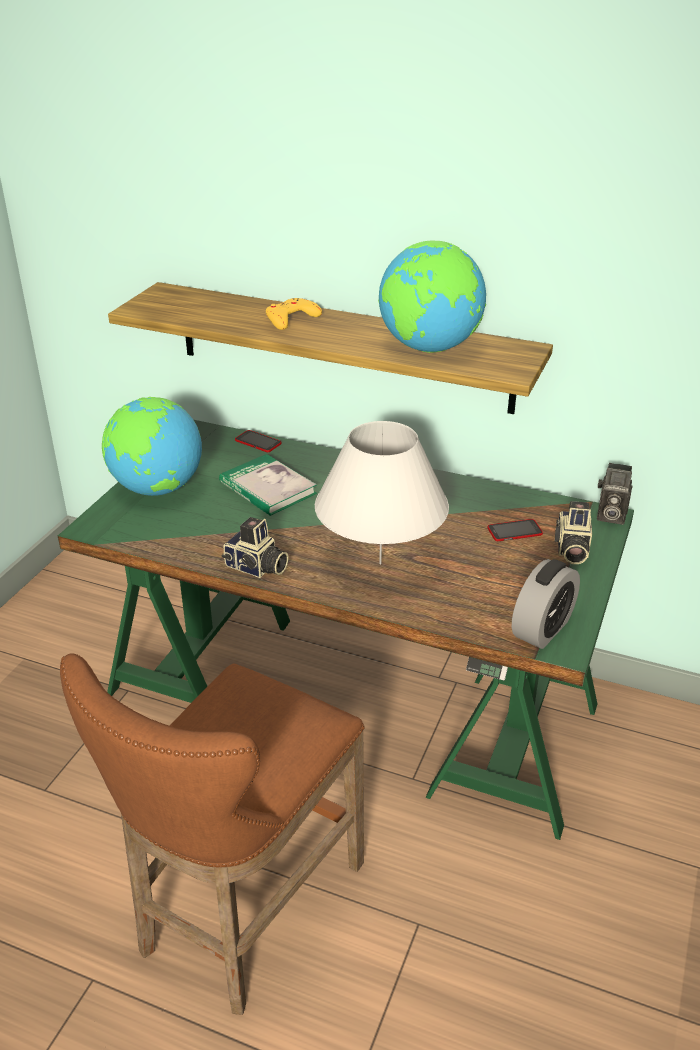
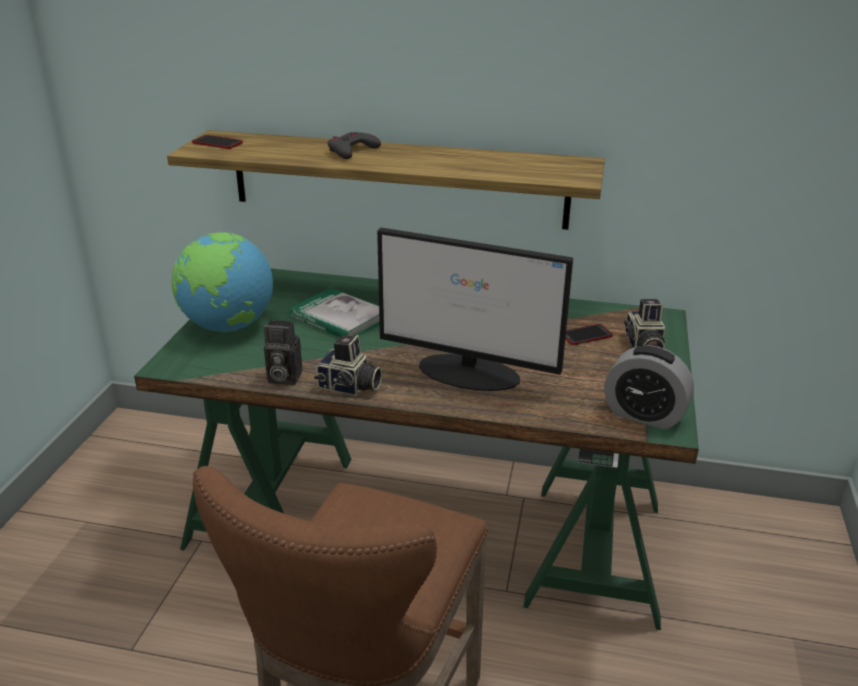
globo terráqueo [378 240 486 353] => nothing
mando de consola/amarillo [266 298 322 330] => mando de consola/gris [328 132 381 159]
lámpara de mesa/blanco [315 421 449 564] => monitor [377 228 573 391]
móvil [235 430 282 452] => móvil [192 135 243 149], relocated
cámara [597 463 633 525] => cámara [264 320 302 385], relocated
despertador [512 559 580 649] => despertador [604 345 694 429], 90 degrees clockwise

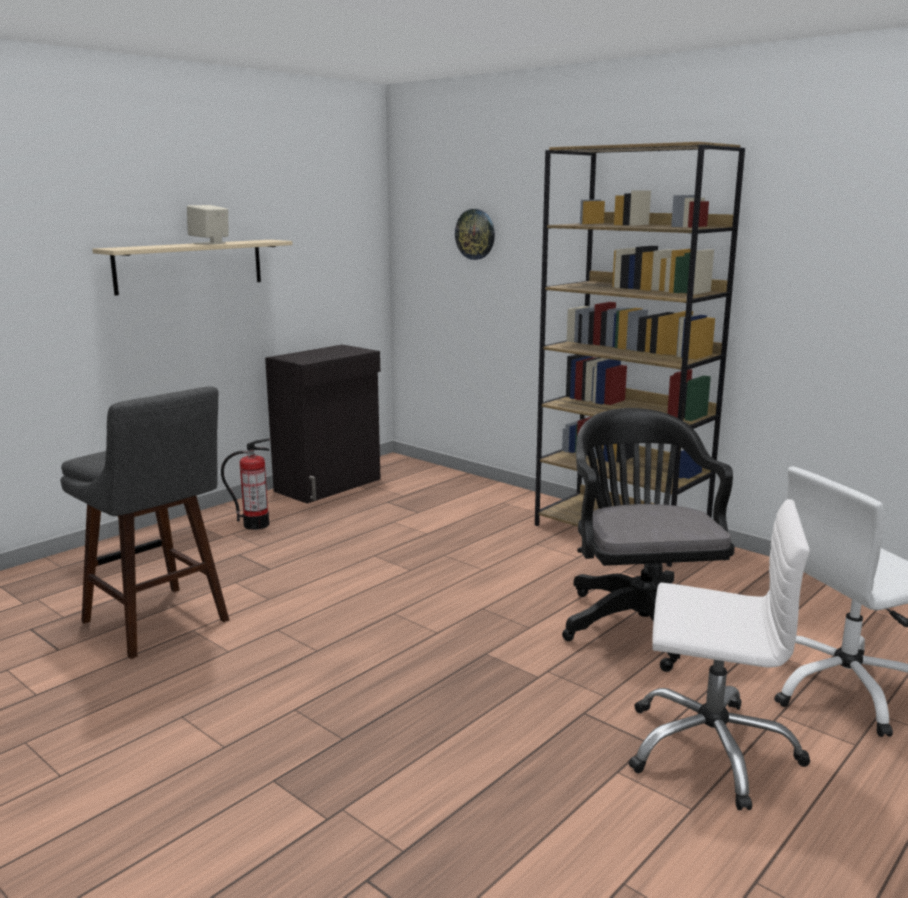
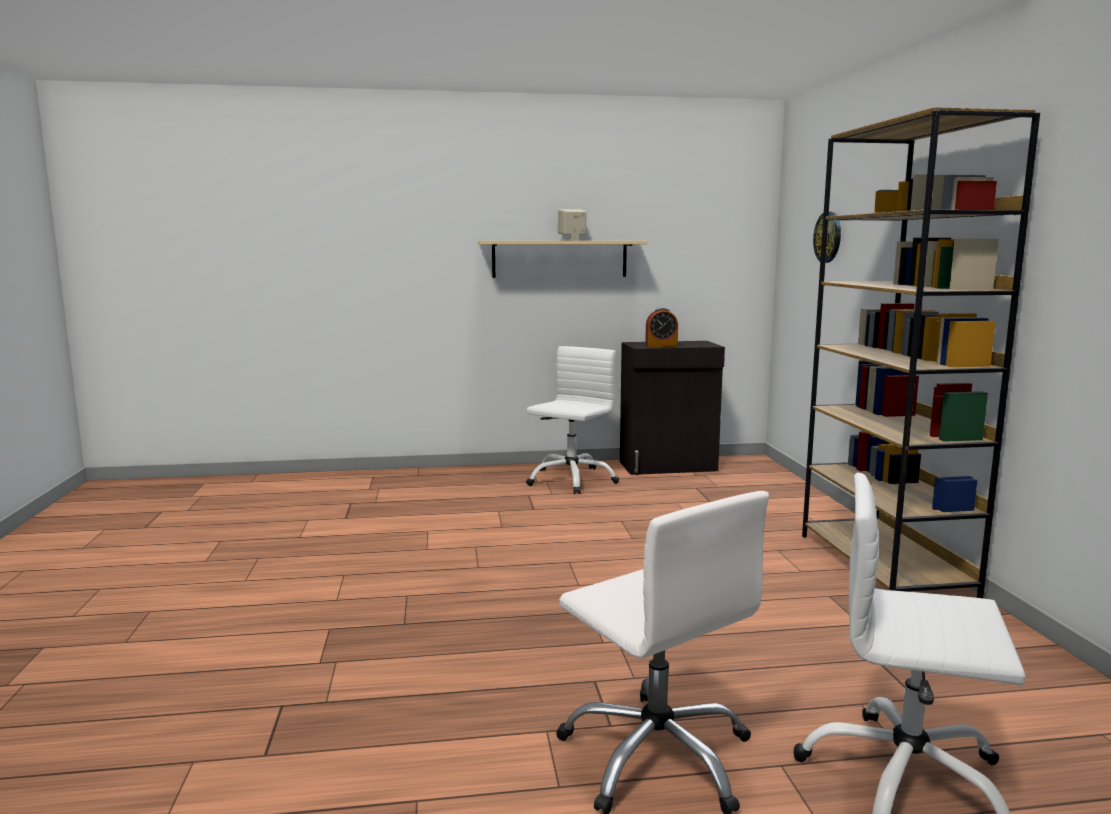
taburete/gris [61 386 229 659] => nothing
silla de oficina/negro [562 408 735 672] => nothing
extintor [221 438 270 530] => silla de oficina/blanco [526 346 620 494]
nothing => despertador [645 308 678 347]

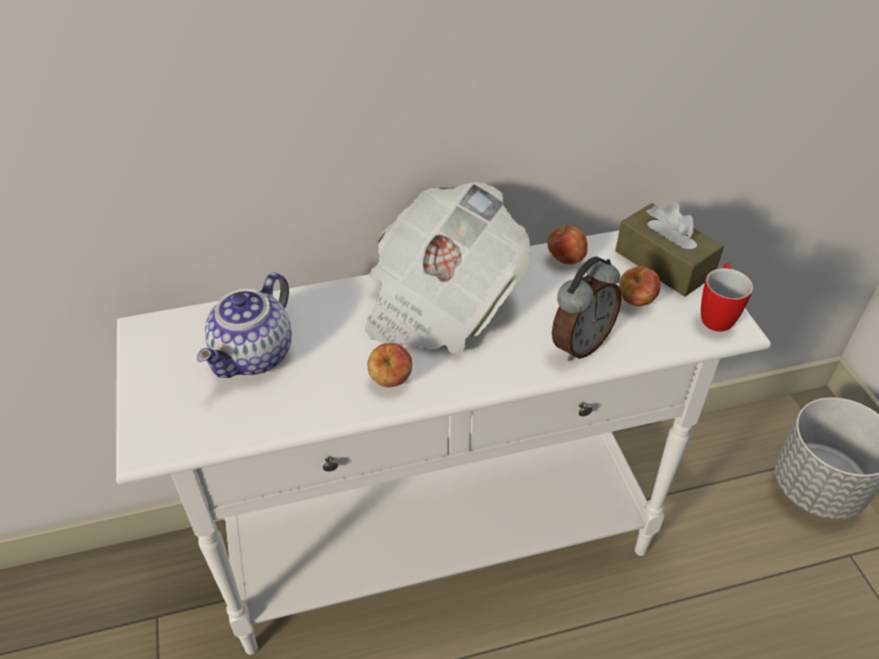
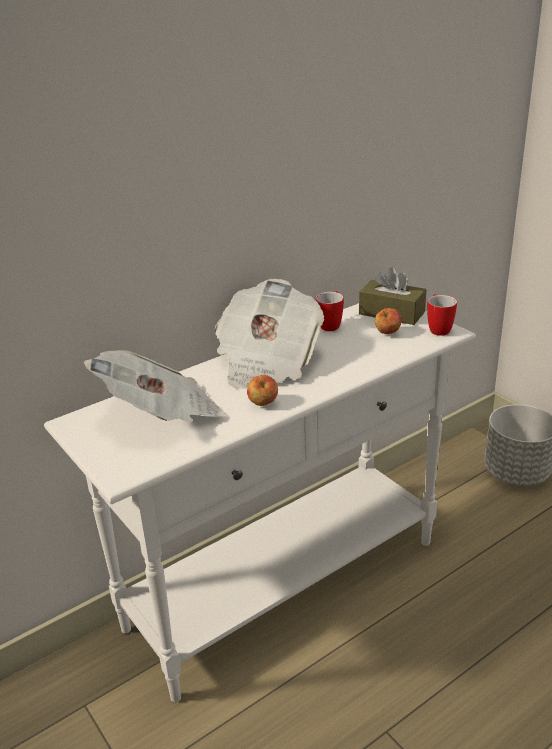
manzana [548 224 588 264] => taza grande [315 291 344 331]
despertador [552 257 621 362] => nothing
tetera [197 272 292 378] => periódico [84 350 227 422]

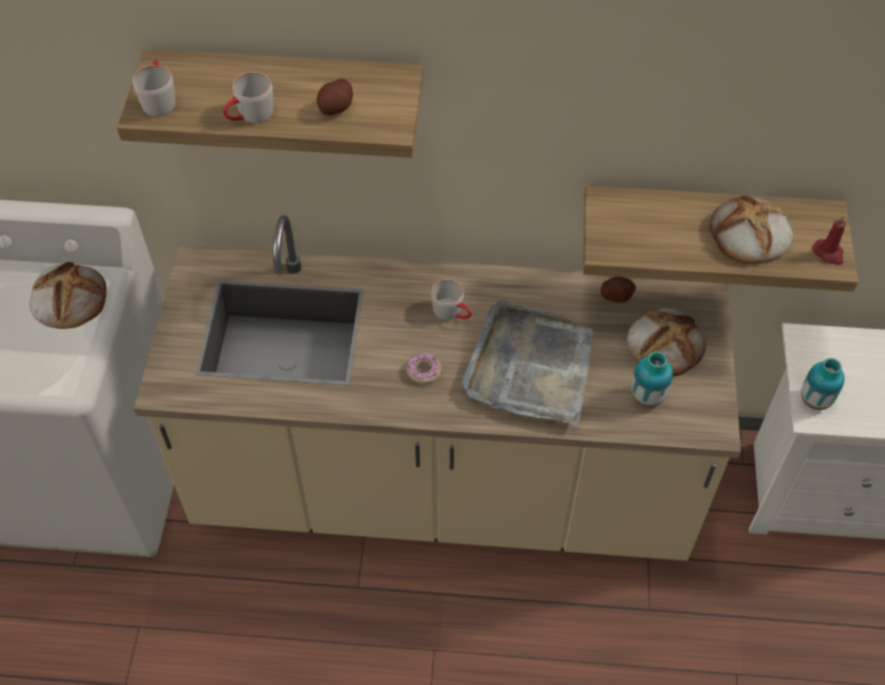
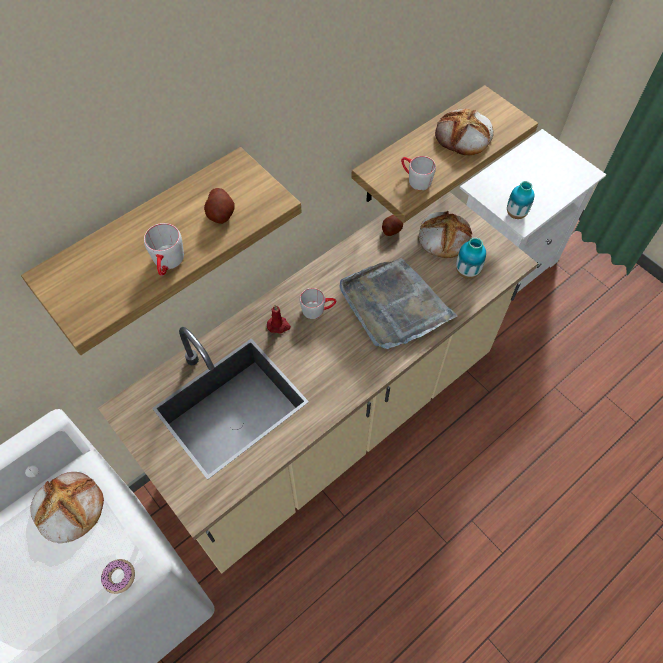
taza grande/gris [133 60 176 116] => taza grande/gris [401 156 436 190], relocated
vela/rojo [813 216 846 265] => vela/rojo [267 305 291 333], relocated
rosquilla [406 353 442 384] => rosquilla [101 559 135 594], relocated

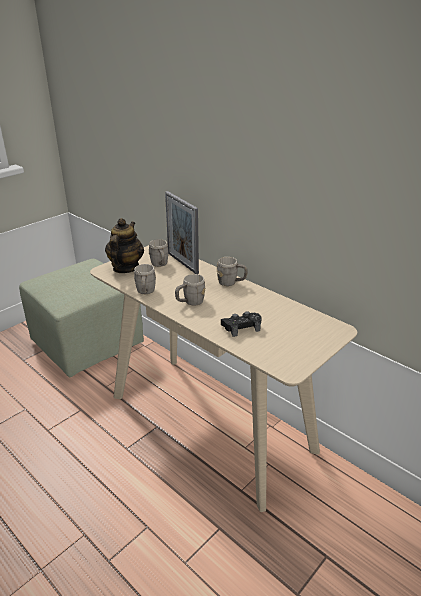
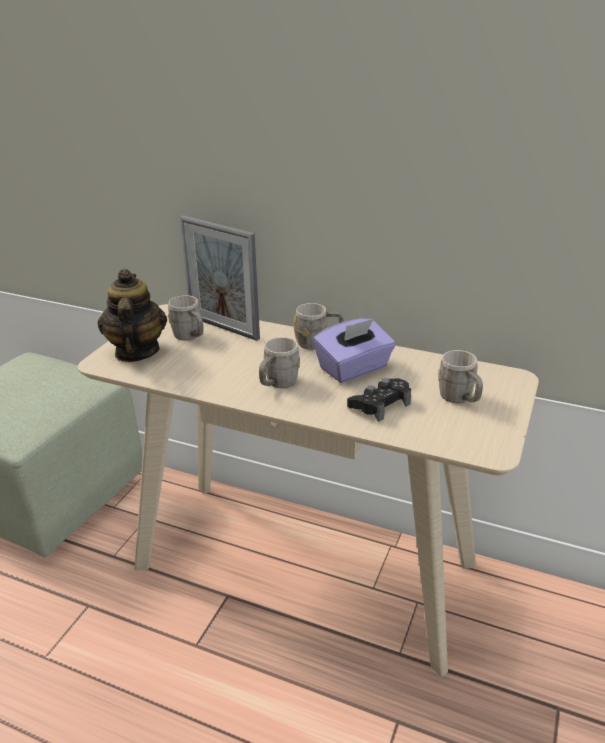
taza grande/gris [134 264 156 294] => taza grande/gris [438 350 483 403], relocated
nothing => caja de pañuelos/morado [313 318 396 383]

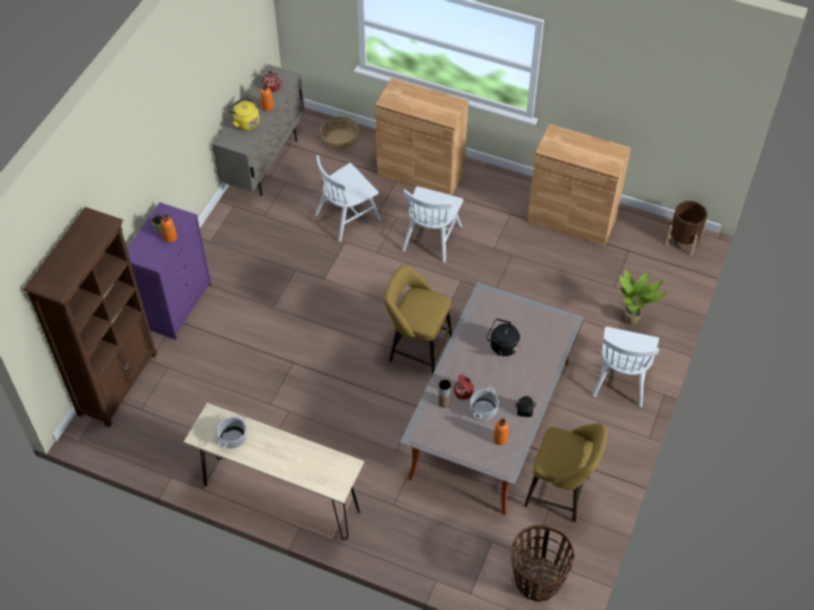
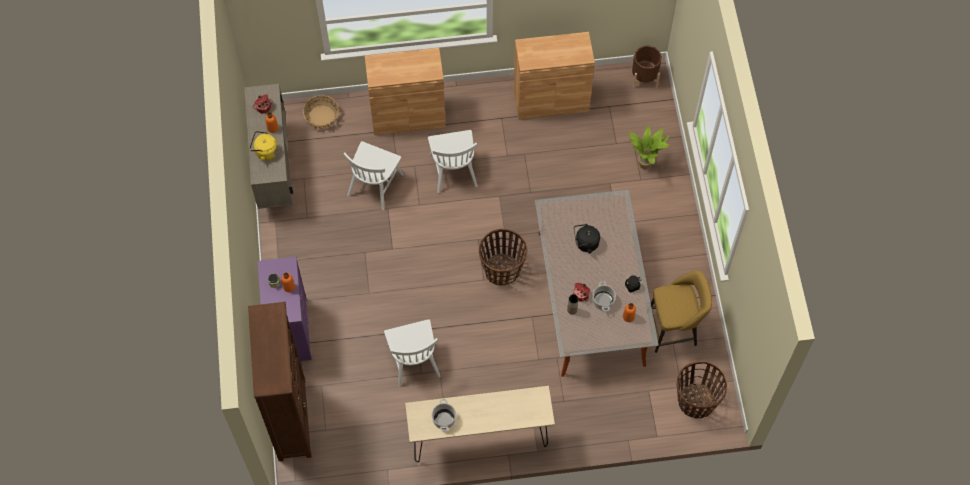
taburete/amarillo [384 265 452 375] => cesta [479 229 528 286]
silla/blanco [592 327 659 407] => silla/blanco [384 319 441 387], relocated

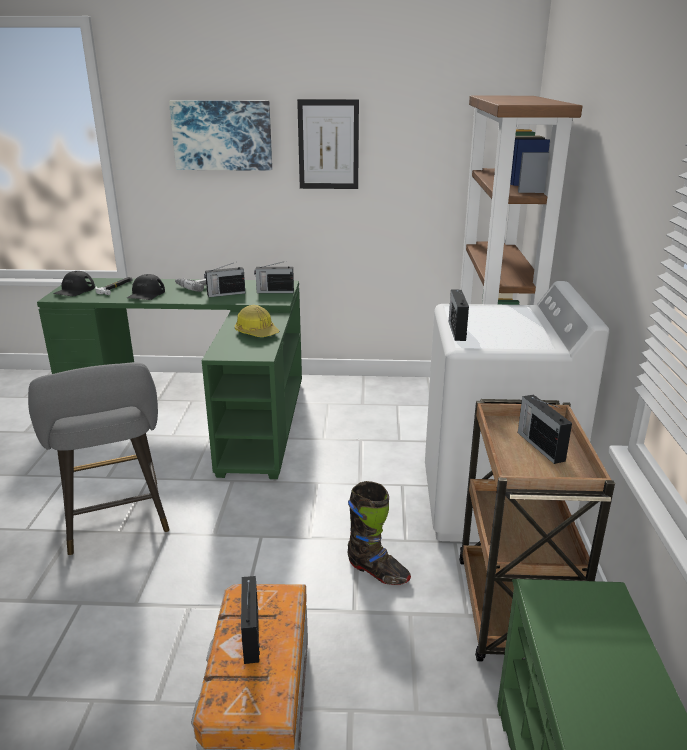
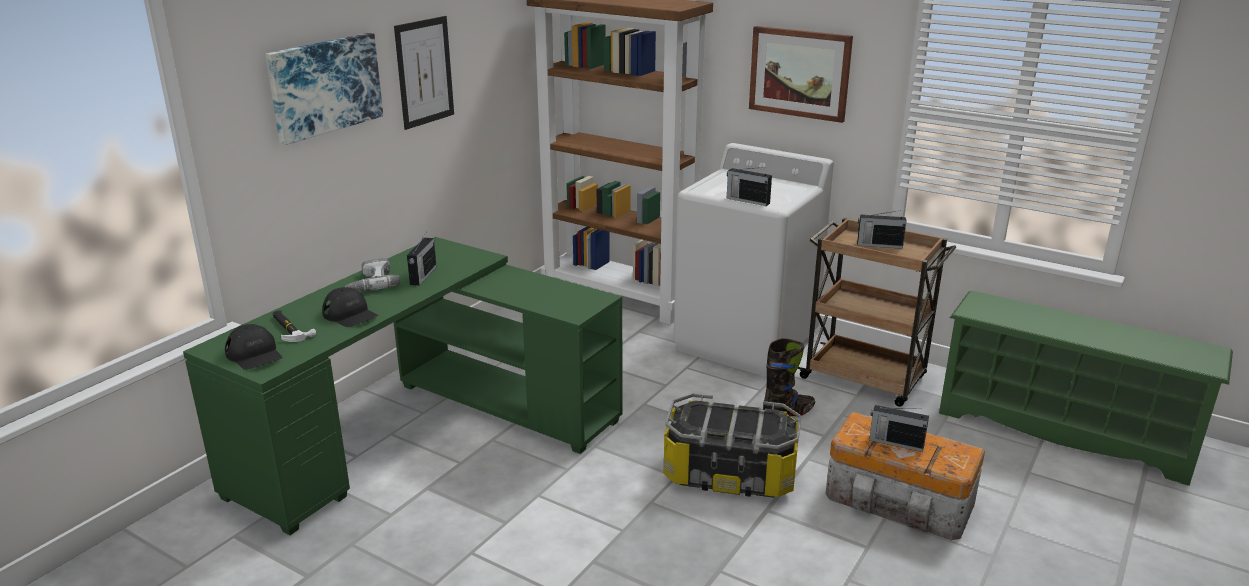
radio [254 262 294 293] => nothing
casco [235 305 279 337] => nothing
taburete/gris [28 362 170 556] => nothing
nothing => cuadro [749 26 853 123]
nothing => caja de almacenaje [664 393 801 498]

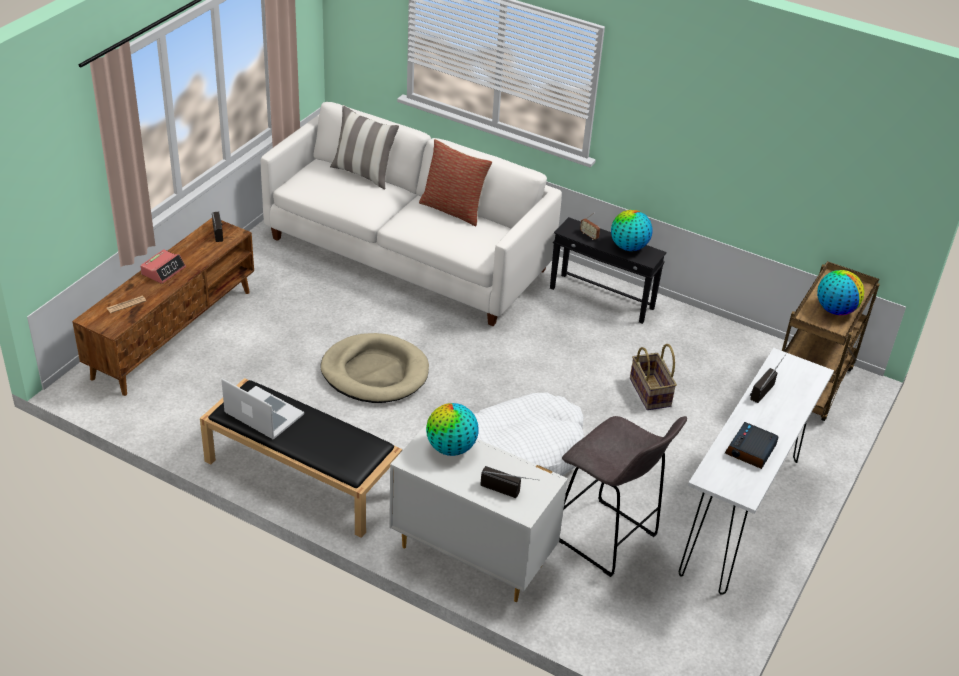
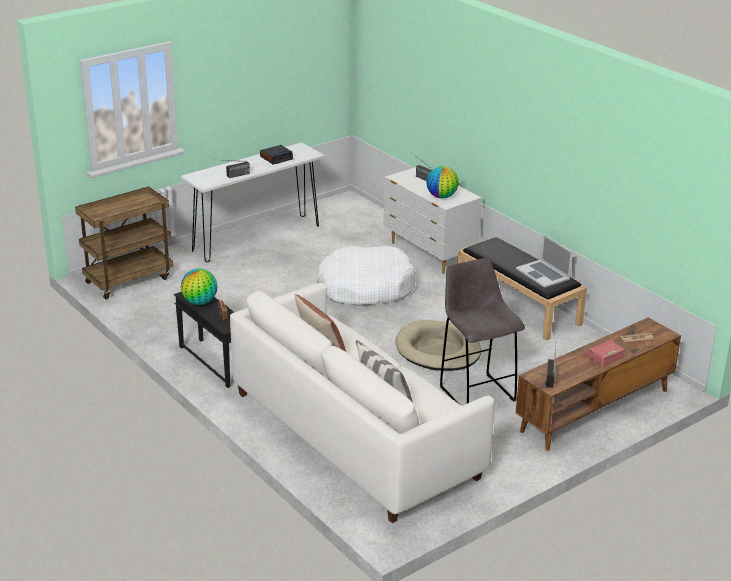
globo terráqueo [817 270 864 315] => nothing
cesta [630 344 677 410] => nothing
taburete/gris [559 416 687 577] => taburete/gris [440 258 525 404], relocated

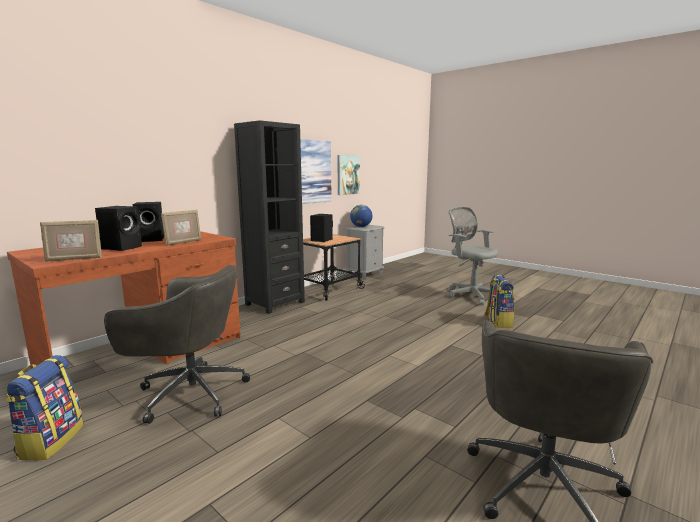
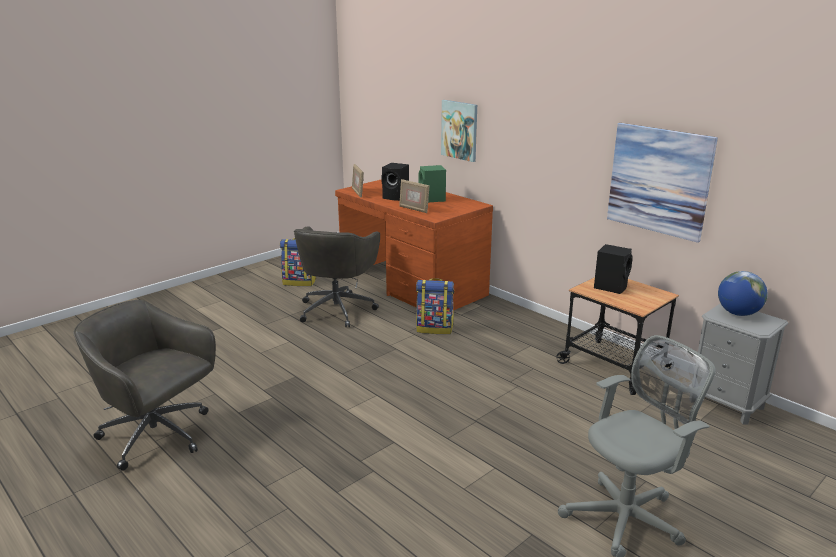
estantería/negro [234 120 305 314] => nothing
cuadro [338 155 360 195] => cuadro [441 100 477 162], relocated
altavoz/negro [133 202 164 242] => altavoz/verde [418 165 446 203]
mochila [484 274 515 328] => mochila [416 278 454 334], relocated

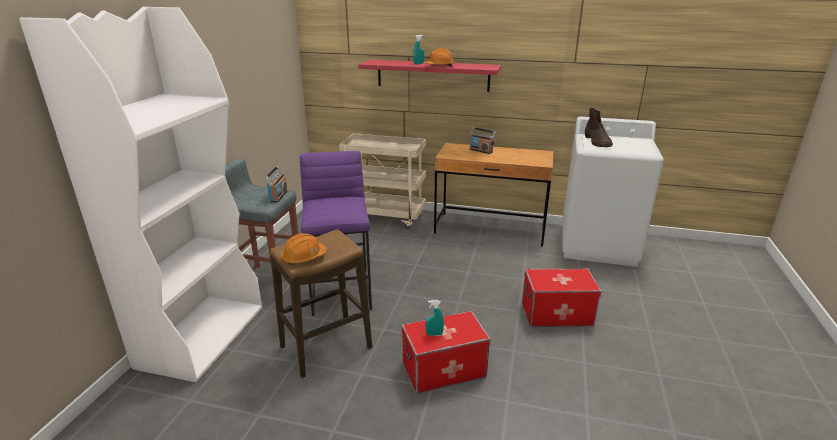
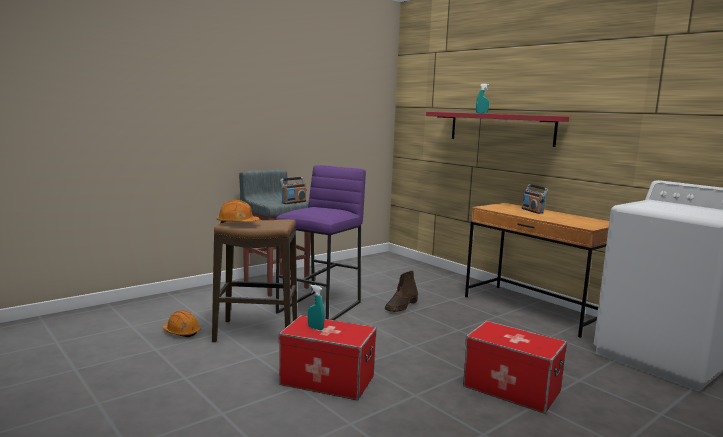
estantería/blanco [19 7 262 382] => nothing
casco/naranja [425 48 455 66] => casco/naranja [162 311 200 337], relocated
bota/marrón [585 107 613 147] => bota/marrón [385 271 418 312], relocated
carrito/beis [339 133 426 229] => nothing

